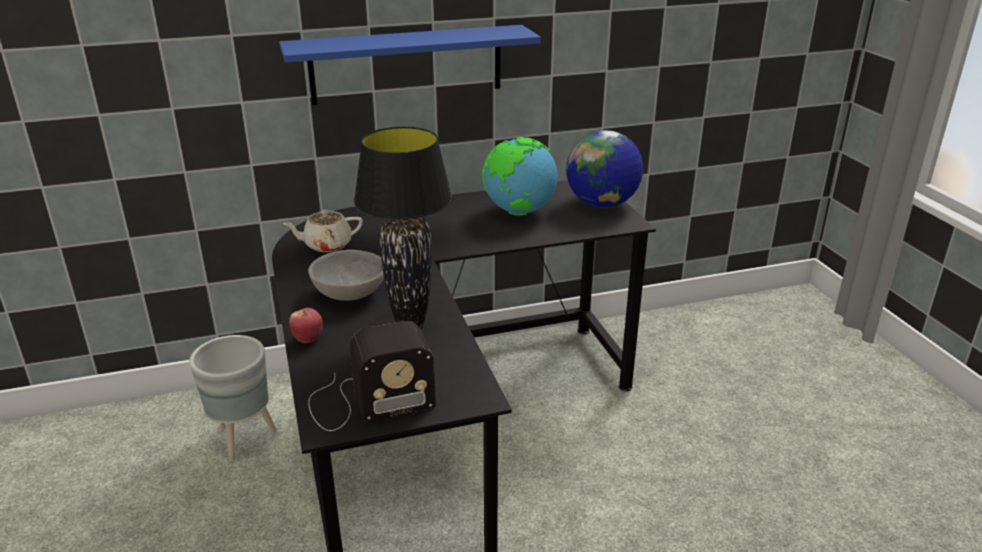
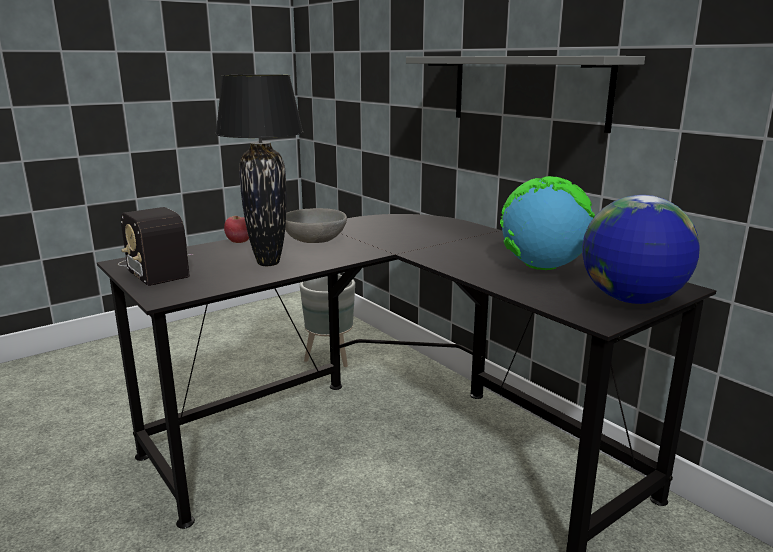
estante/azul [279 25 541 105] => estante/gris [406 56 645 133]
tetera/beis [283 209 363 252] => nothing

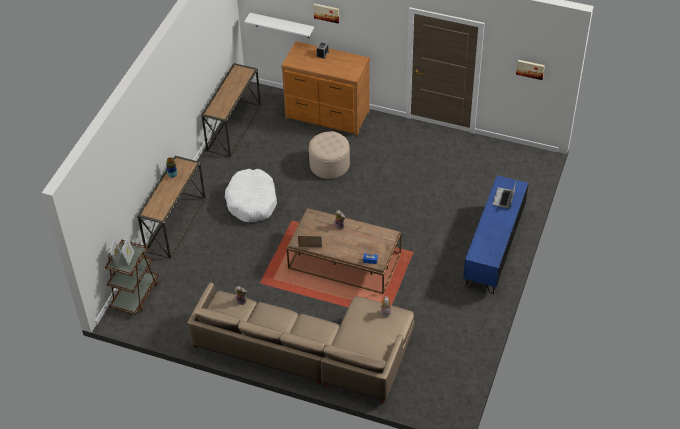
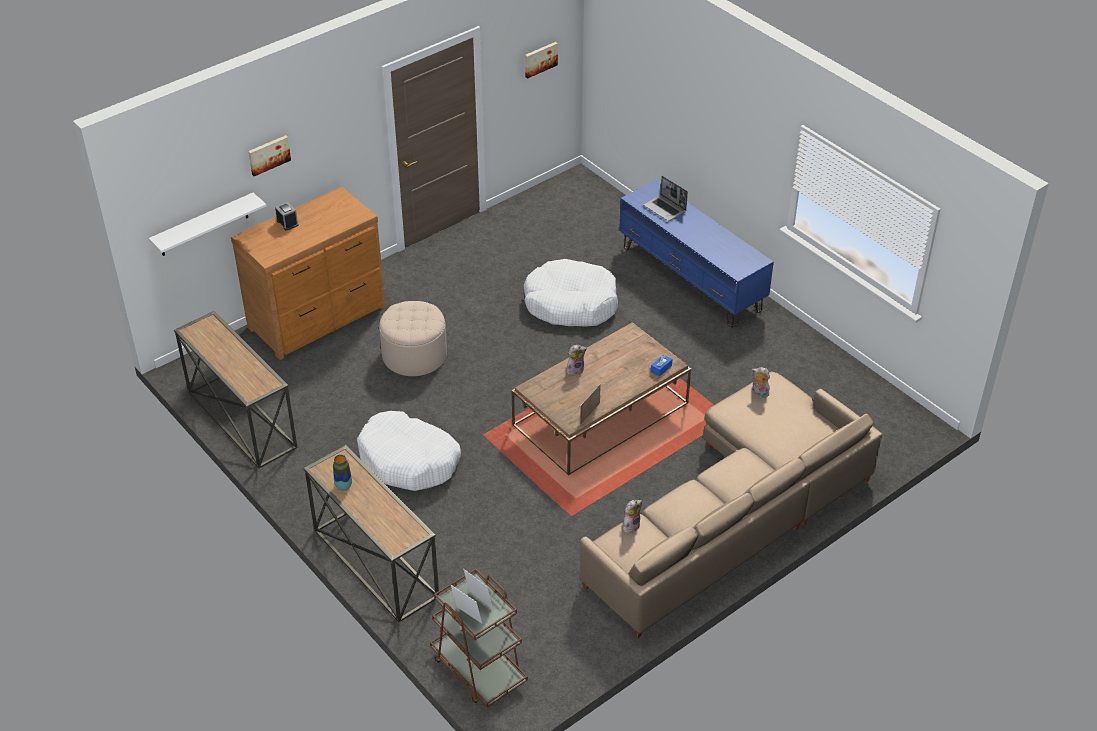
nothing => cama para perro/blanco [524 259 618 327]

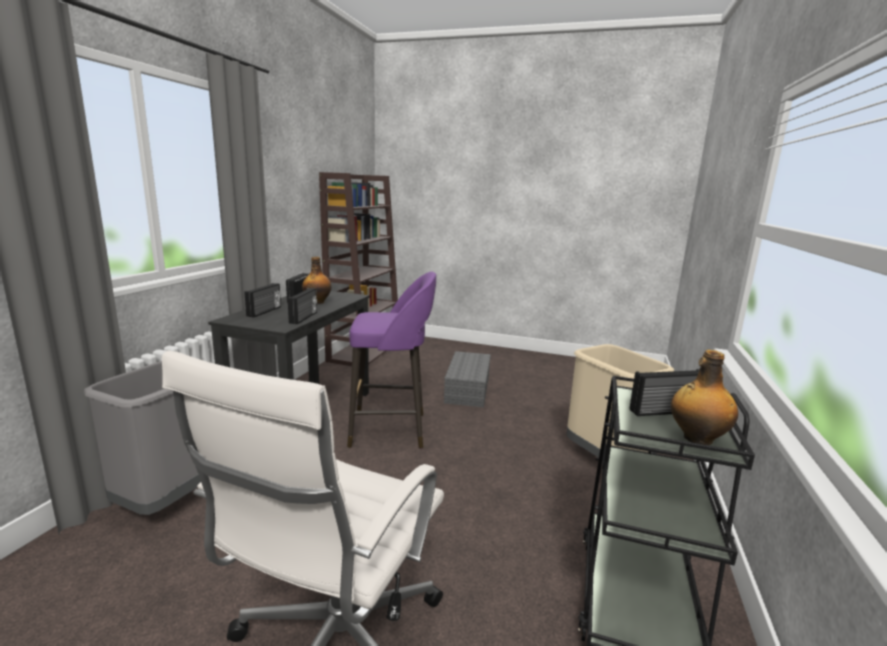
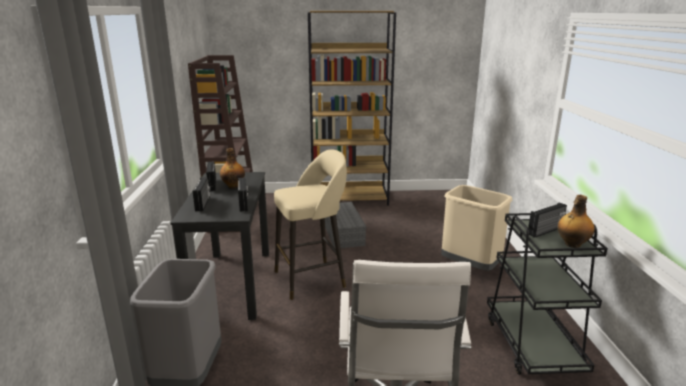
taburete/morado [347 272 436 449] => taburete/beis [274 150 347 300]
nothing => estantería/marrón [308 11 396 206]

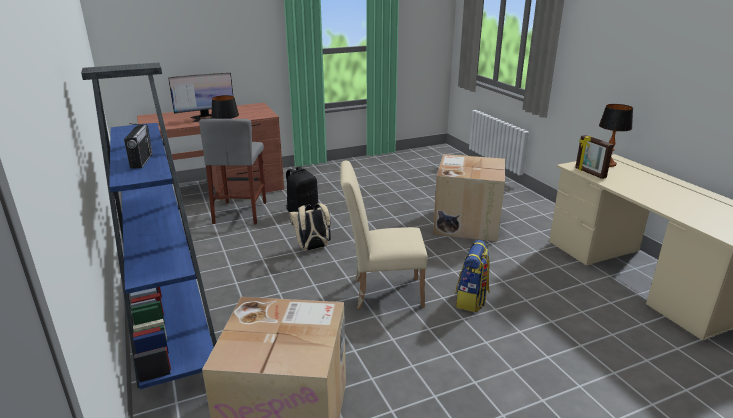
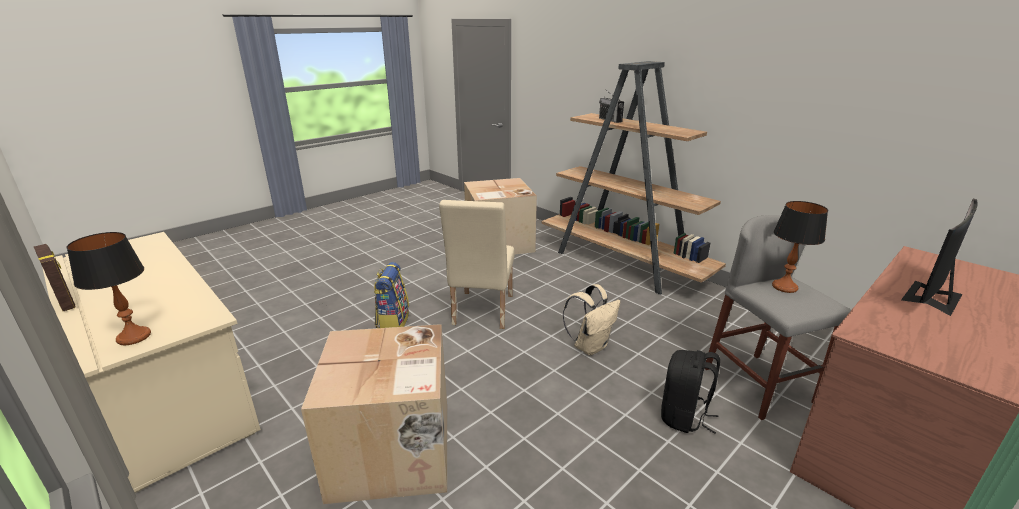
estantería/azul [81 62 217 389] => estantería/marrón [542 61 726 295]
portarretratos [575 135 614 179] => portarretratos [34 244 75 311], relocated
silla/beis [340 161 428 309] => silla/beis [439 200 514 329], 120 degrees clockwise

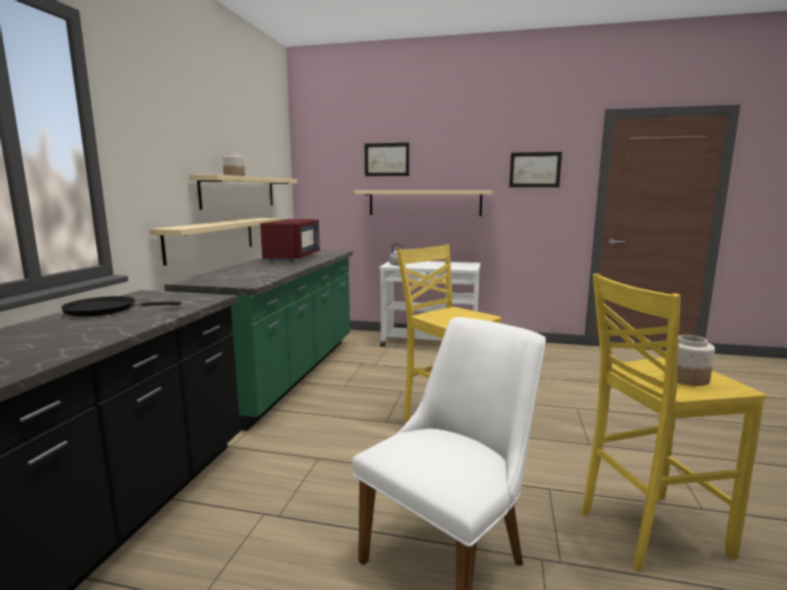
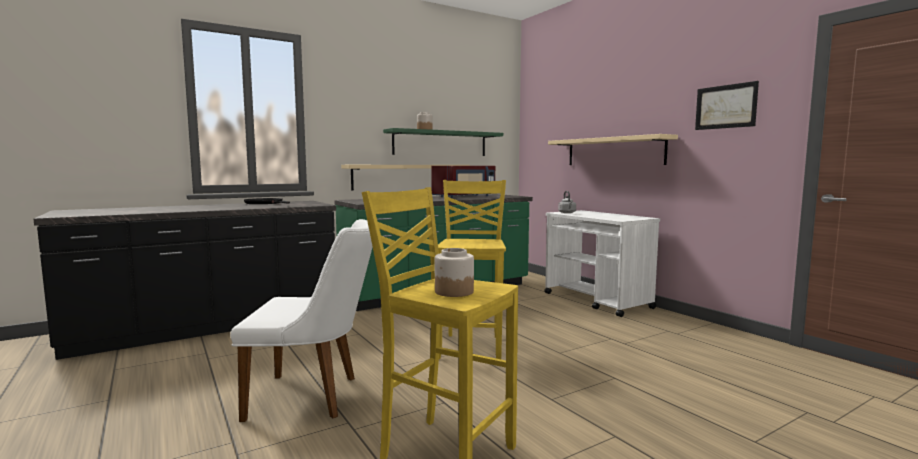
cuadro [365 143 409 176] => nothing
estante/beis [189 174 297 210] => estante/verde [383 128 503 156]

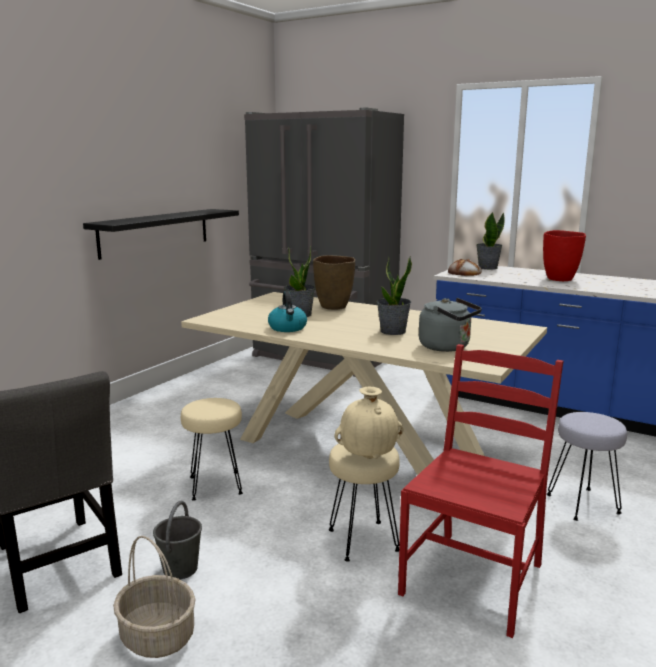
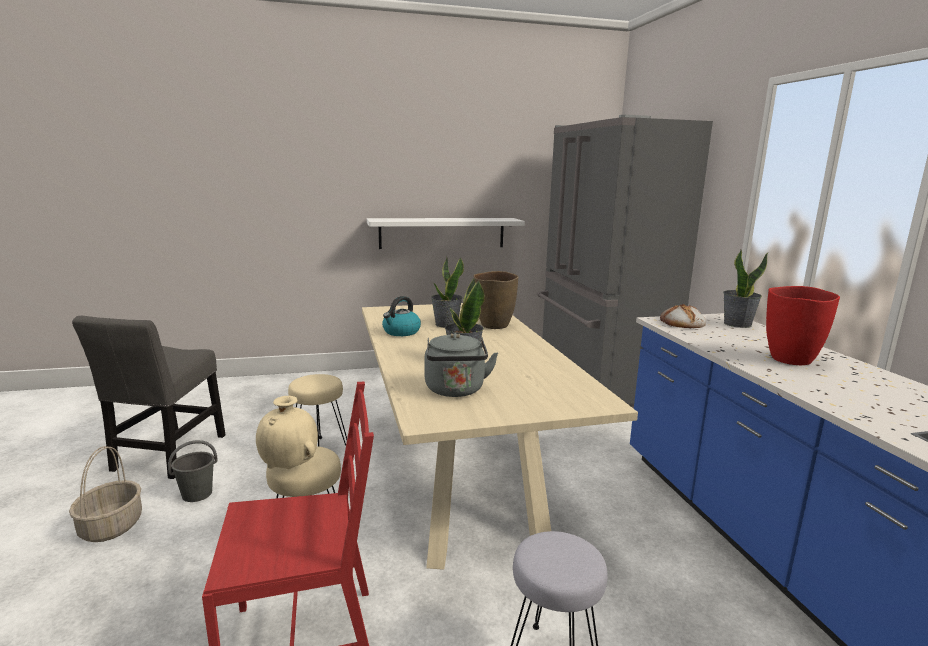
estante/negro [83 209 239 260] => estante/blanco [367 218 525 249]

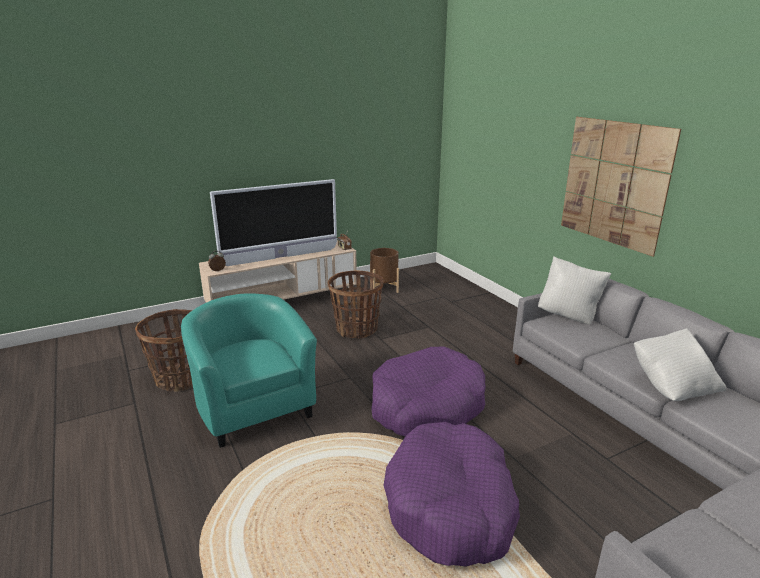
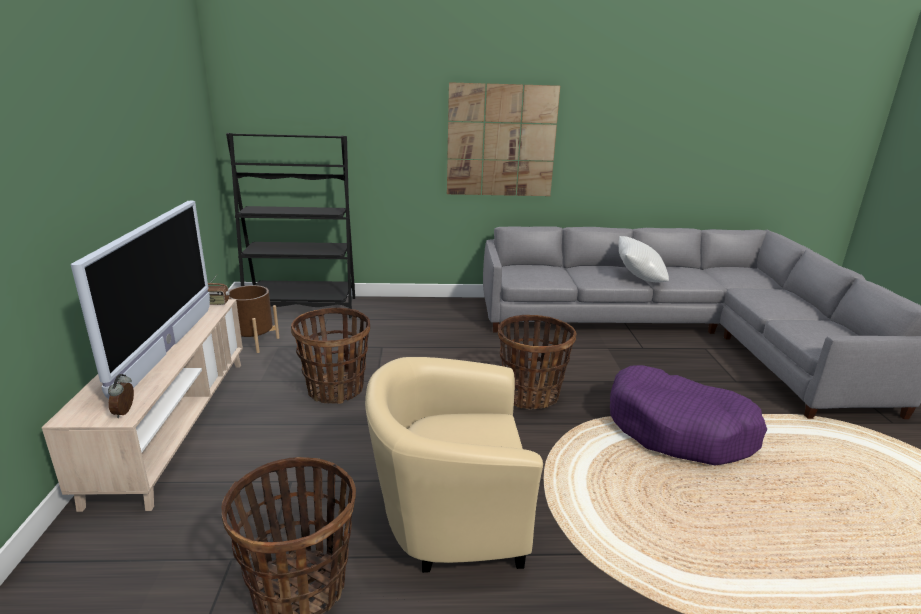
cojín/blanco [538 256 611 324] => nothing
sillón/turquesa [181 293 317 448] => sillón/beis [365 357 543 573]
cama para perro/morado [371 347 486 436] => cesta [498 315 577 410]
nothing => estantería/negro [226 133 355 318]

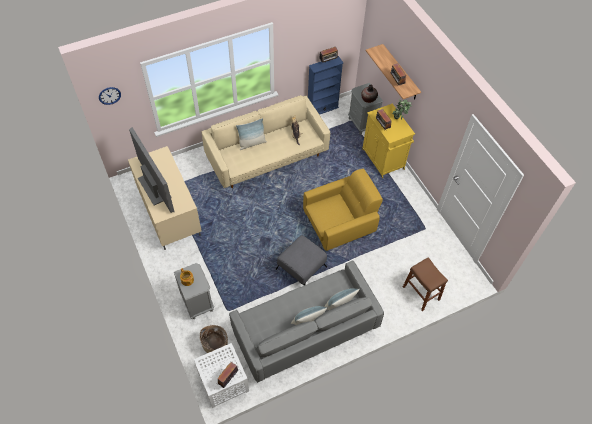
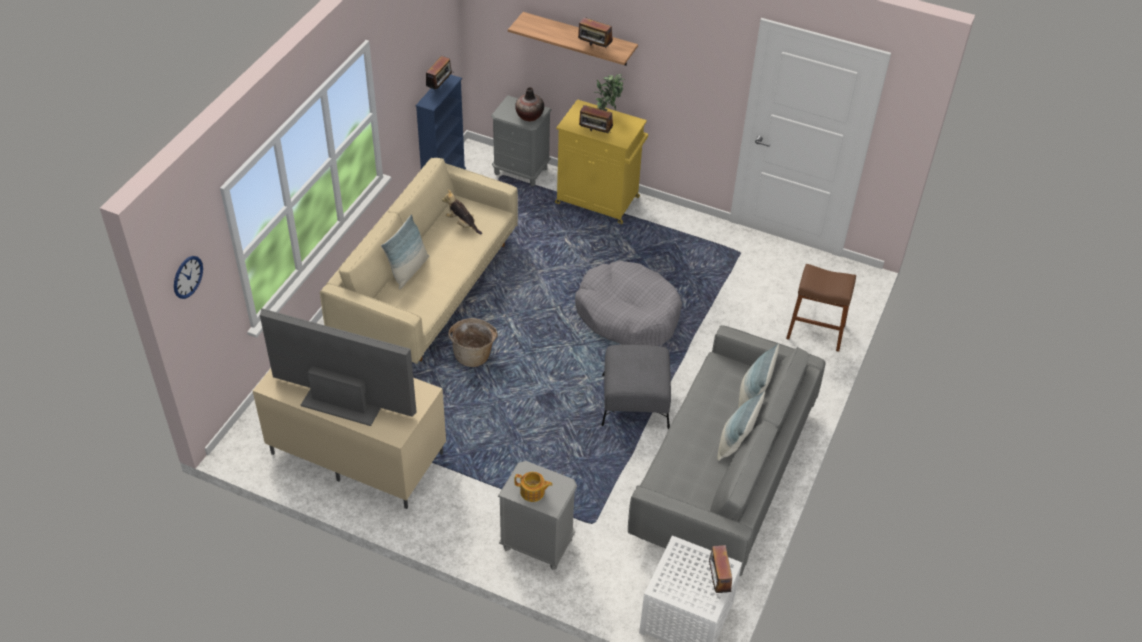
sillón/amarillo [303 168 383 251] => cama para perro/gris [575 261 682 346]
cesta [200 325 228 353] => cesta [448 318 498 367], relocated

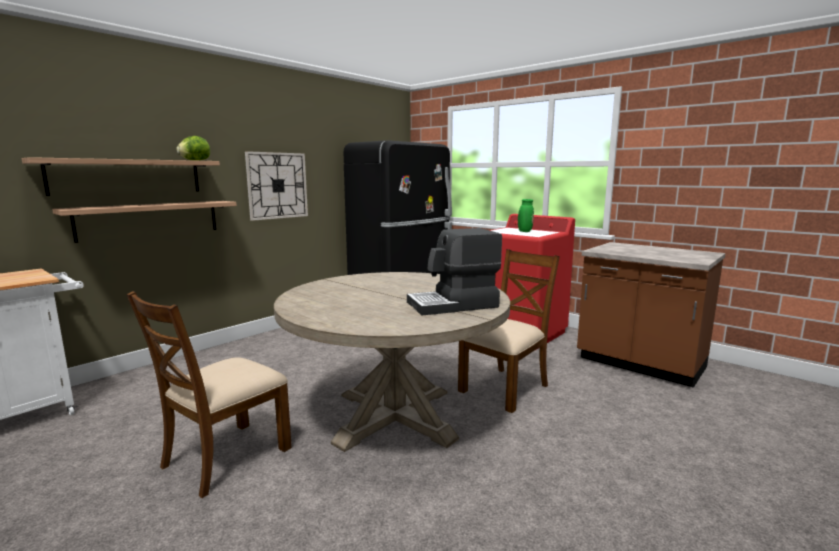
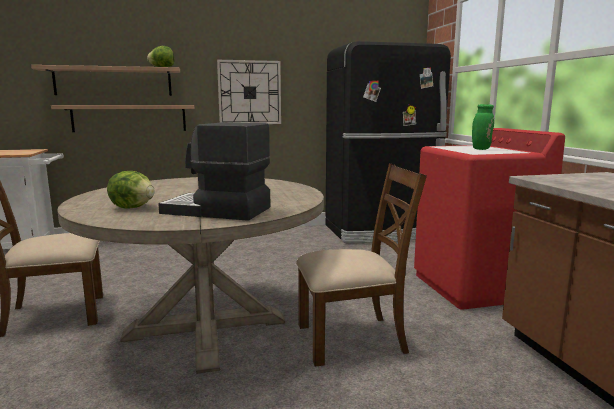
nothing => lechuga [107 171 155 209]

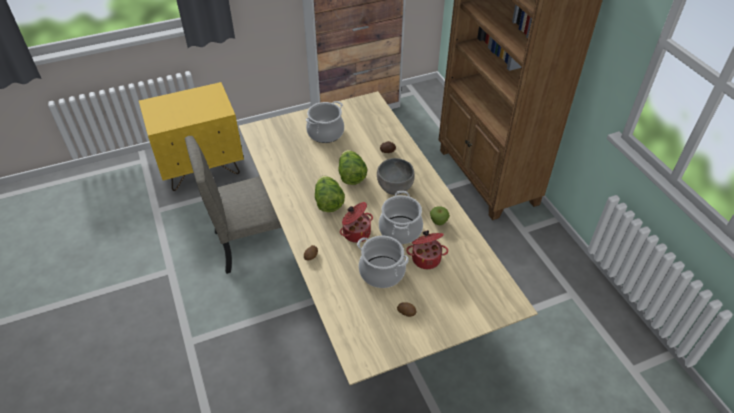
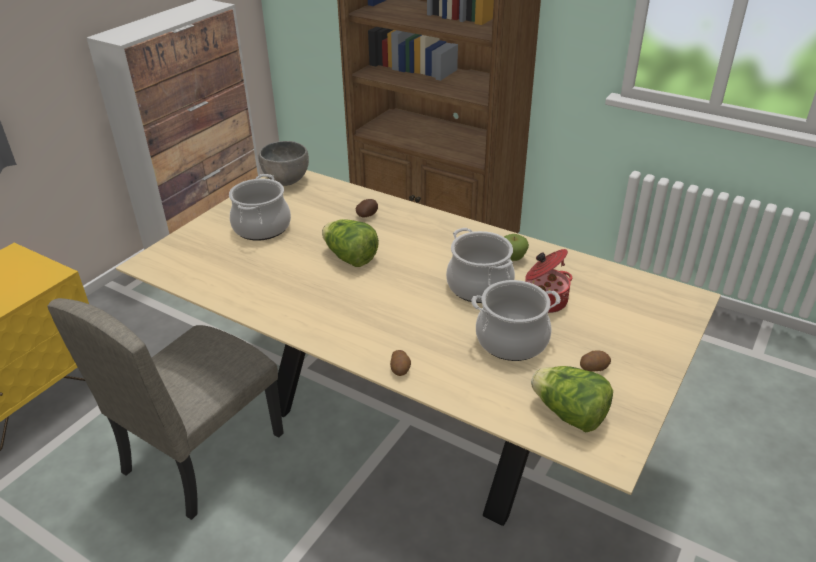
cuenco/gris [377 158 415 195] => cuenco/gris [258 141 309 186], relocated
lechuga [315 176 345 212] => lechuga [531 366 613 433], relocated
olla [340 202 373 243] => nothing

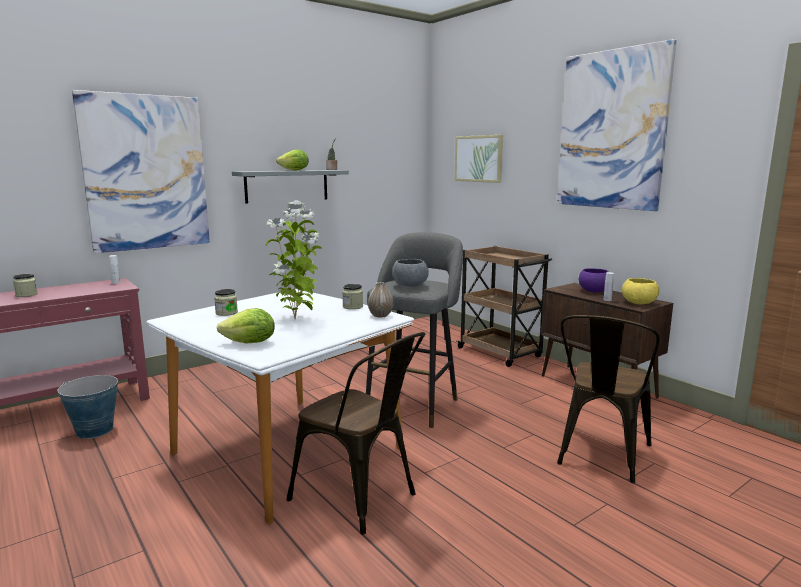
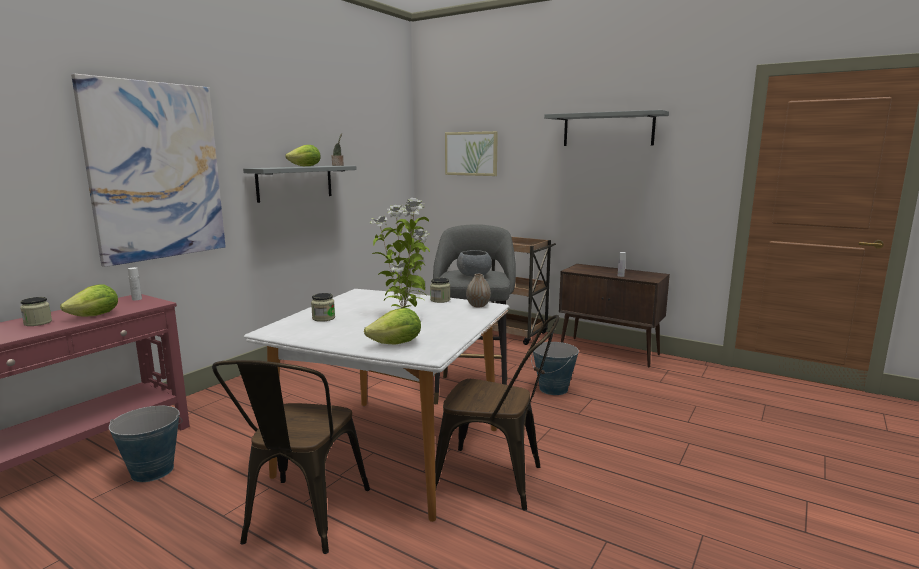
cuadro [557 39 677 211] => estante/gris [544 110 669 146]
cuenco/morado [579 268 609 293] => nothing
cuenco/amarillo [622 278 659 304] => nothing
silla/marrón [557 315 660 483] => silla/marrón [212 360 370 554], relocated
nothing => lechuga [60 284 118 317]
nothing => cubo [531 342 579 395]

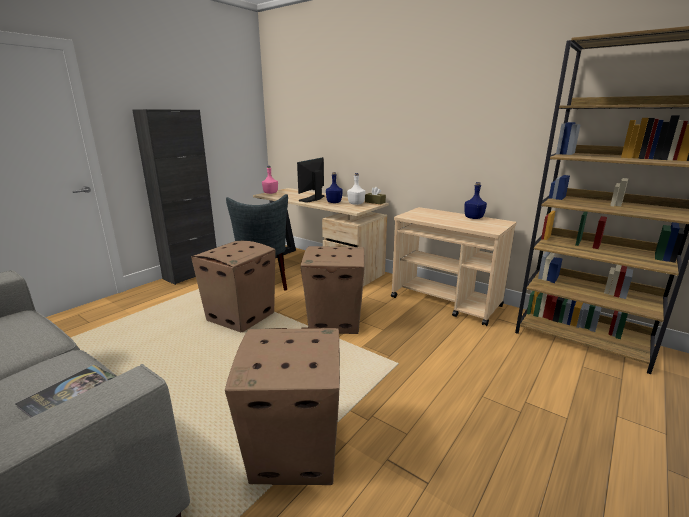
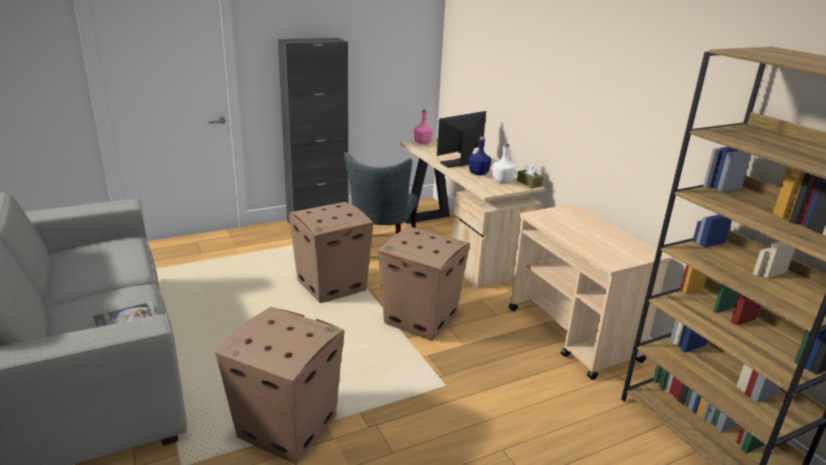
botella/azul [465 182 487 219] => nothing

